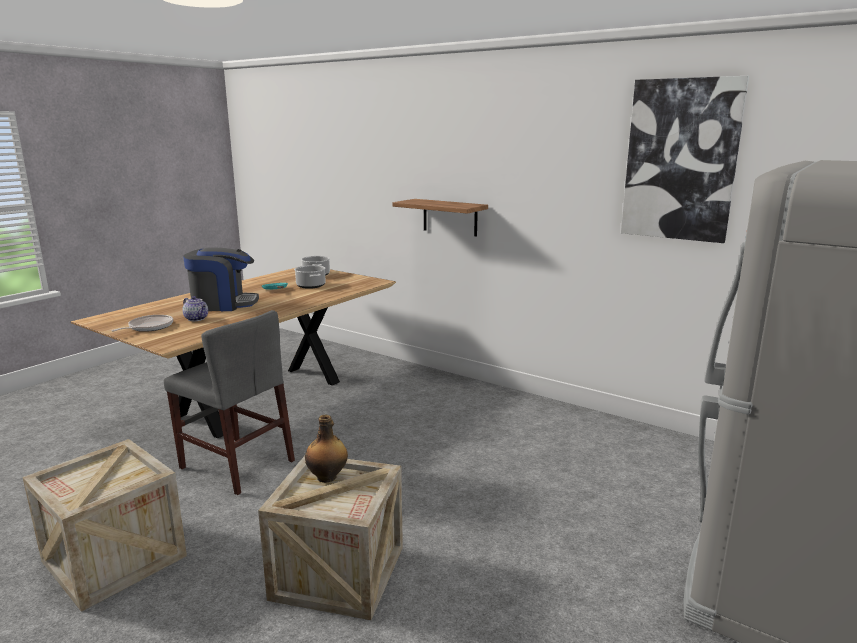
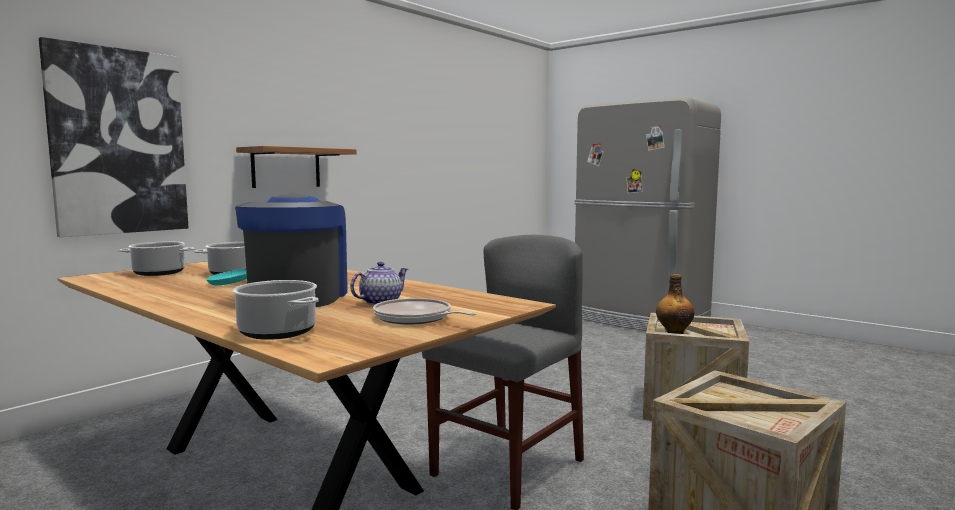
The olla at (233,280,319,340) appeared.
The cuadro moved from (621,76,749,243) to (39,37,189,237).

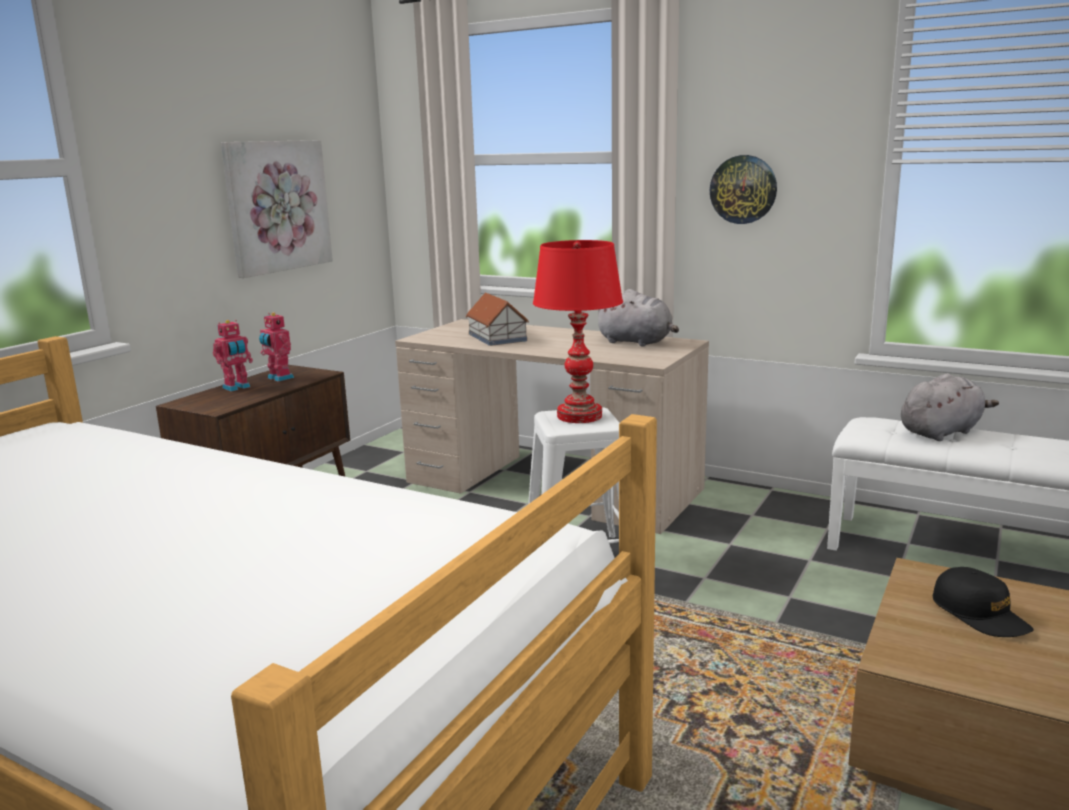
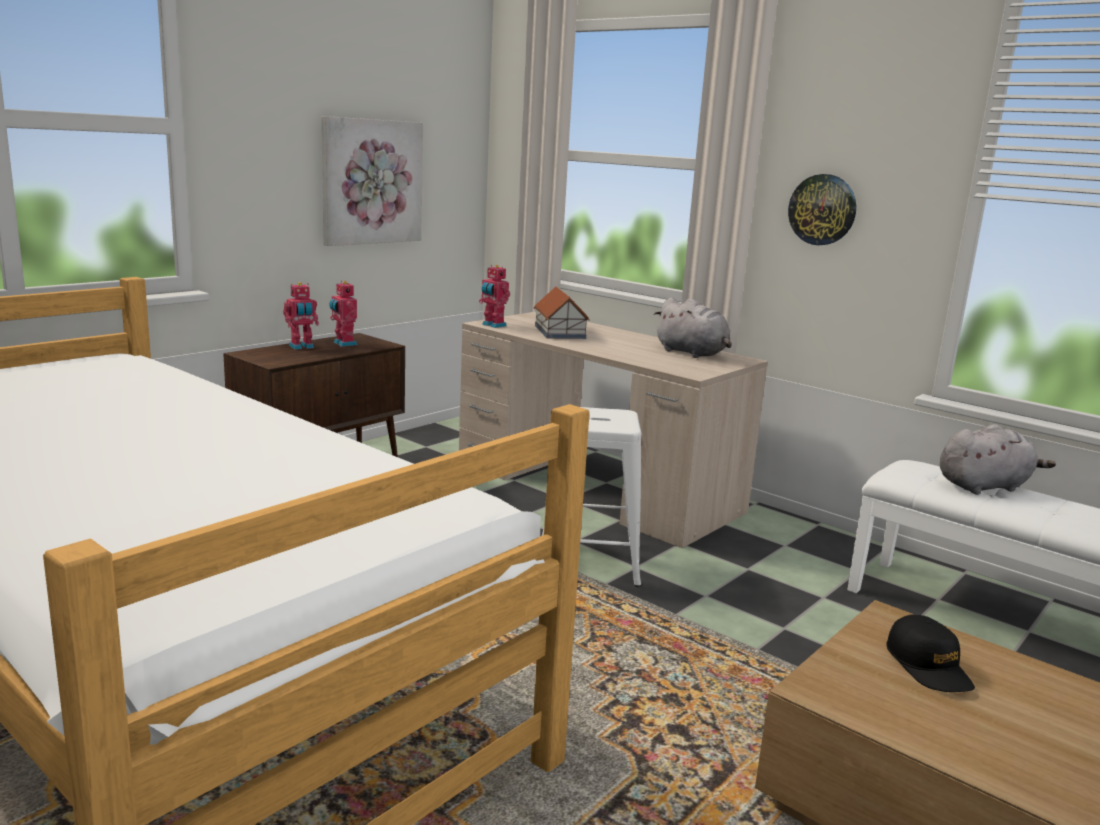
The lámpara de mesa [rojo] at (533,240,623,423) disappeared.
The robot de juguete at (479,265,510,328) appeared.

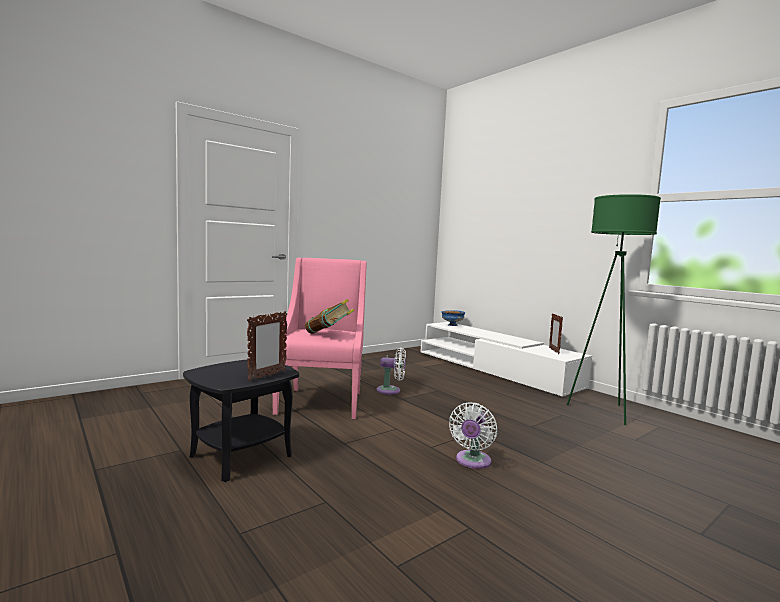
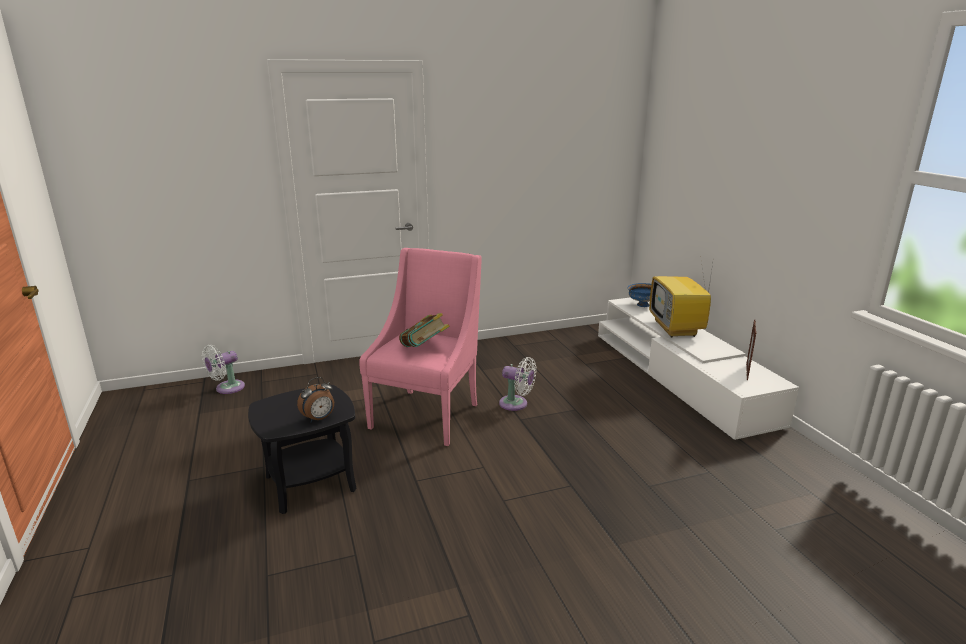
The lámpara de pie [verde] at (567,194,661,425) disappeared.
The televisor at (649,257,714,338) appeared.
The ventilador [blanco] moved from (449,402,497,469) to (202,345,245,394).
The portarretratos at (247,311,287,381) was replaced by the despertador at (297,377,334,423).

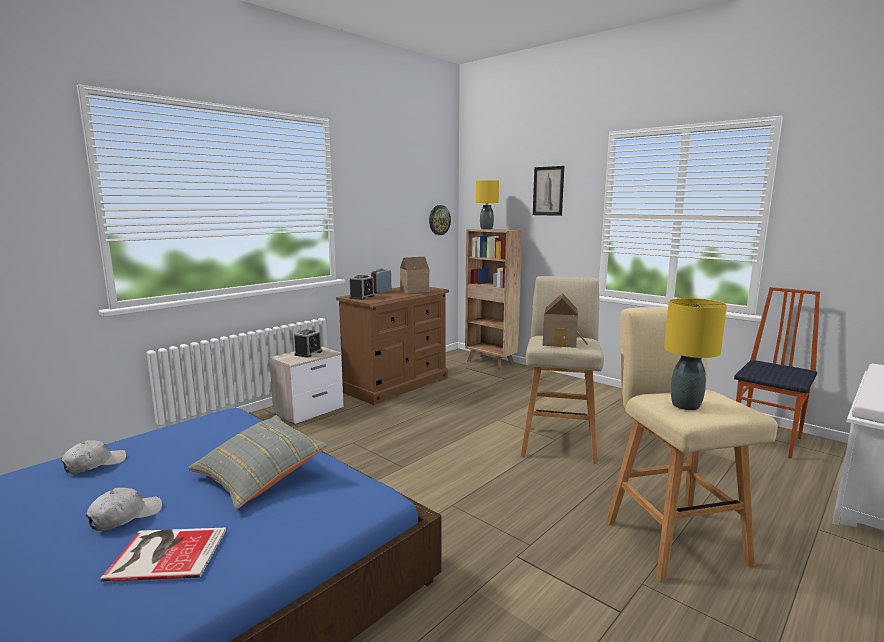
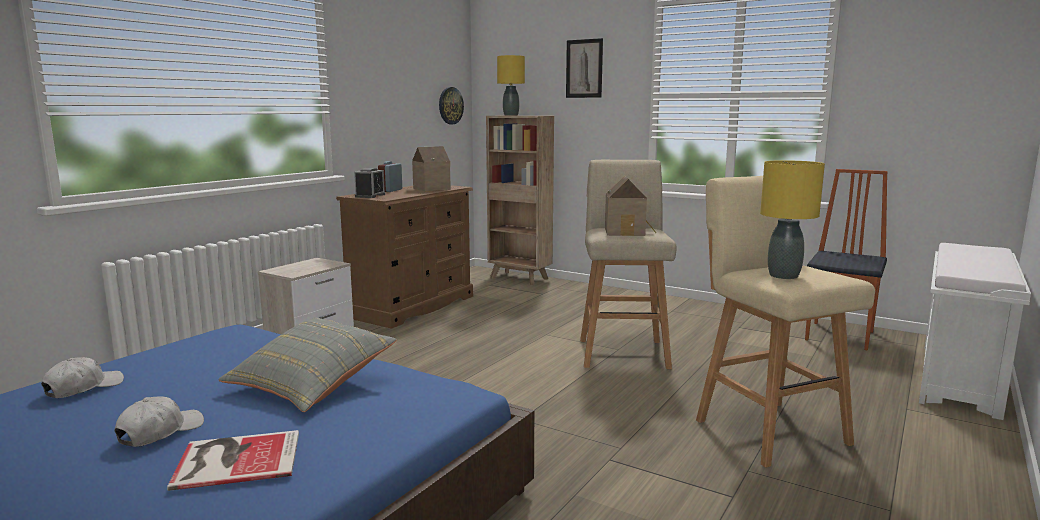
The despertador at (294,330,322,358) disappeared.

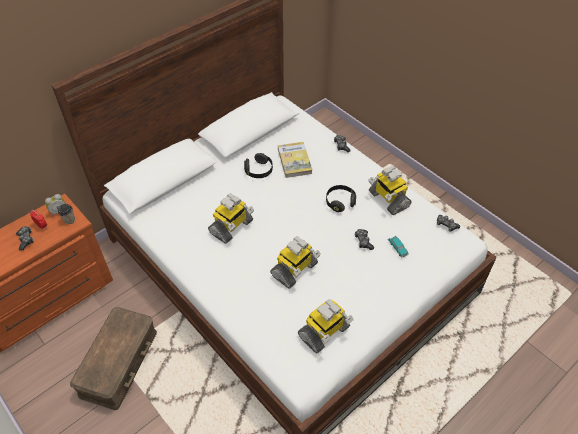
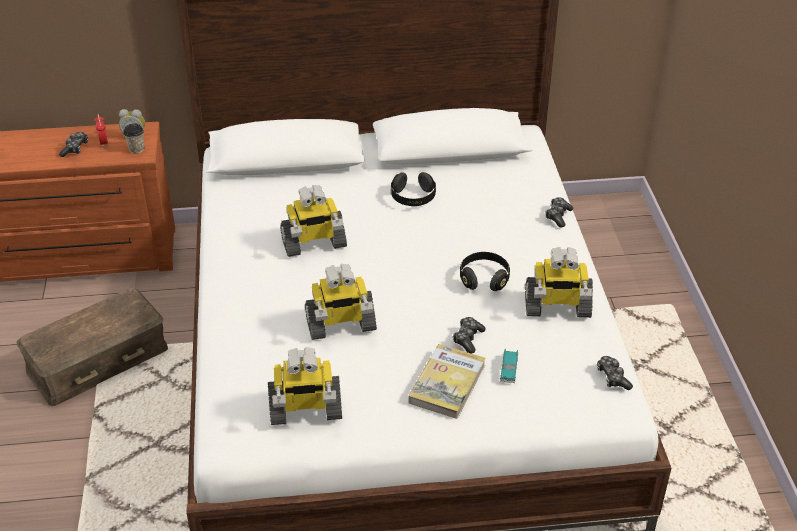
The libro moved from (278,142,312,178) to (409,344,486,419).
The robot de juguete at (369,165,412,215) turned 90 degrees counterclockwise.

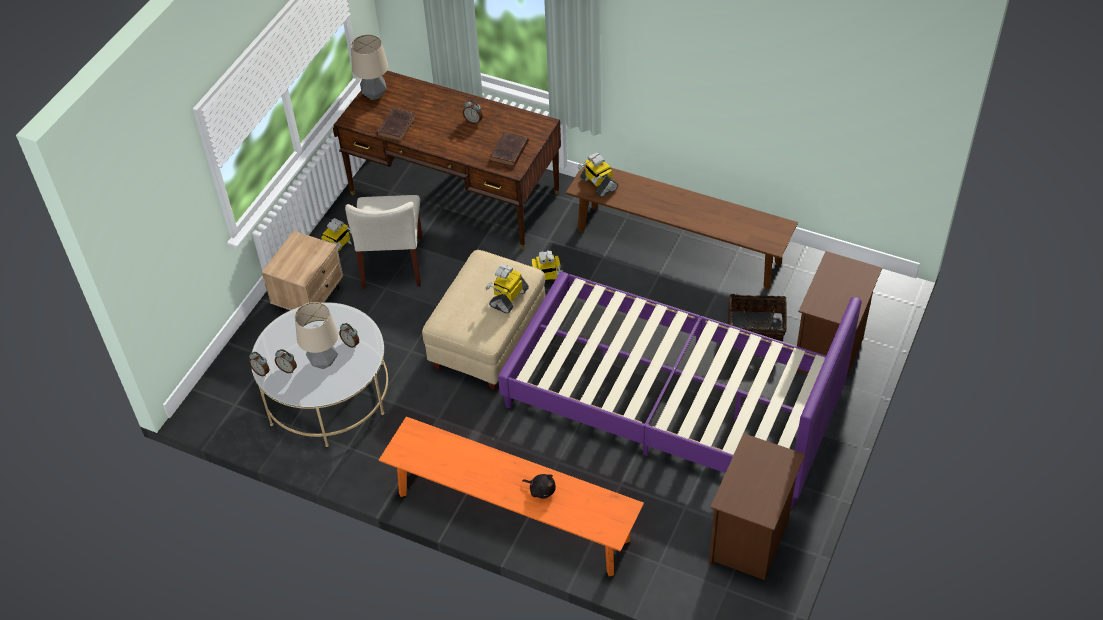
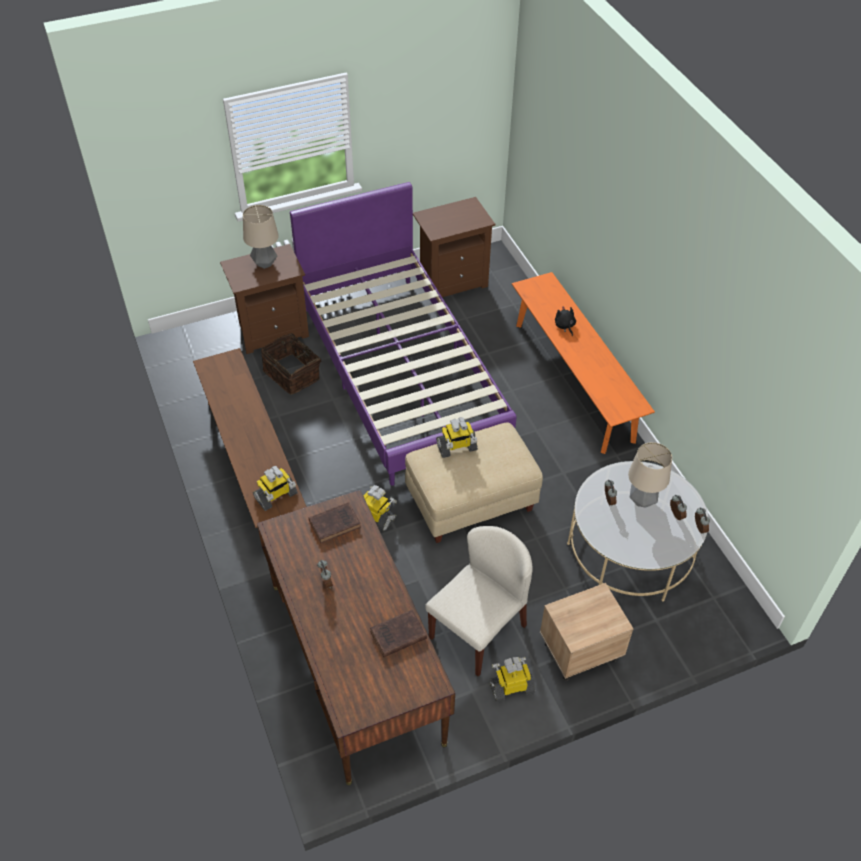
The lámpara de mesa moved from (351,34,388,100) to (243,205,279,269).
The robot de juguete at (578,152,618,197) turned 45 degrees clockwise.

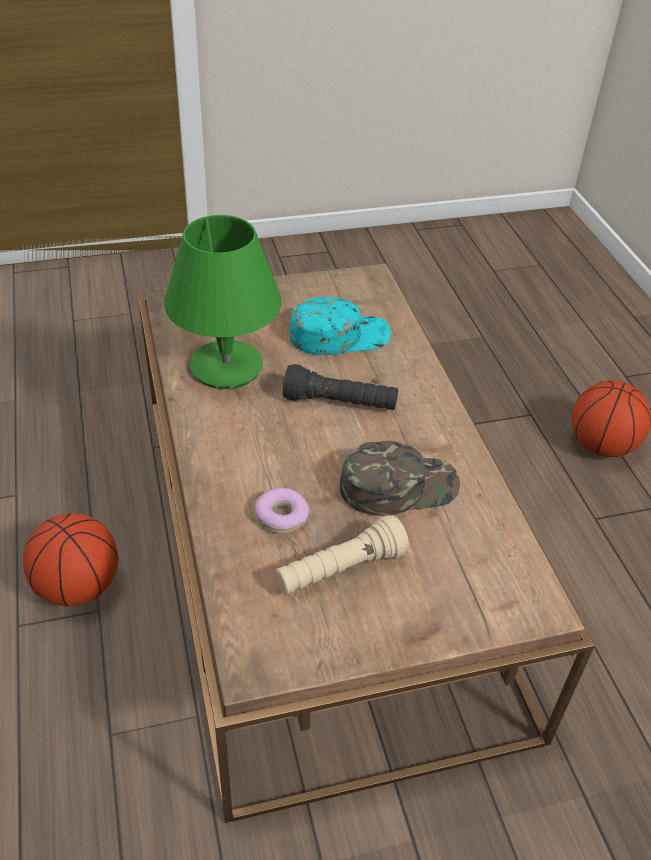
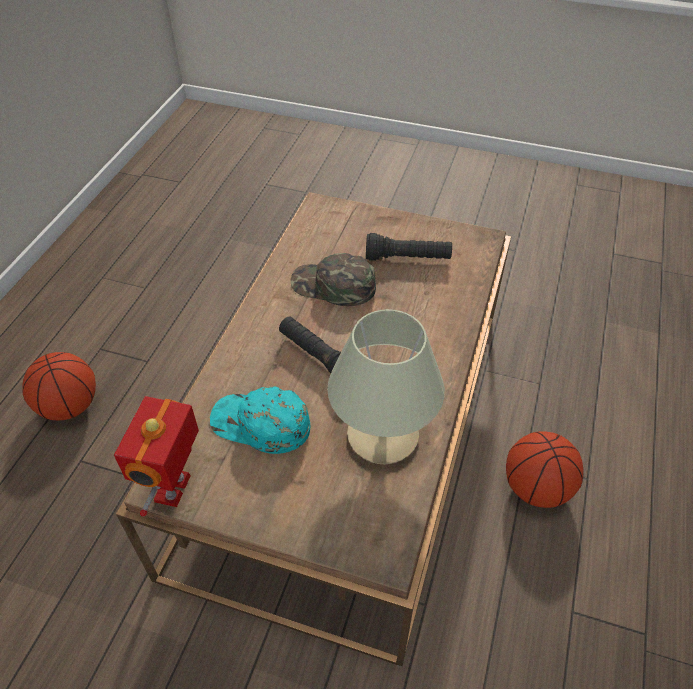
The rosquilla at (255,488,309,534) disappeared.
The robot de juguete at (114,396,199,517) appeared.
The lámpara de mesa [verde] at (164,215,282,389) became the lámpara de mesa [beis] at (327,309,445,464).
The linterna [beis] at (275,515,409,595) became the linterna [negro] at (366,233,452,261).

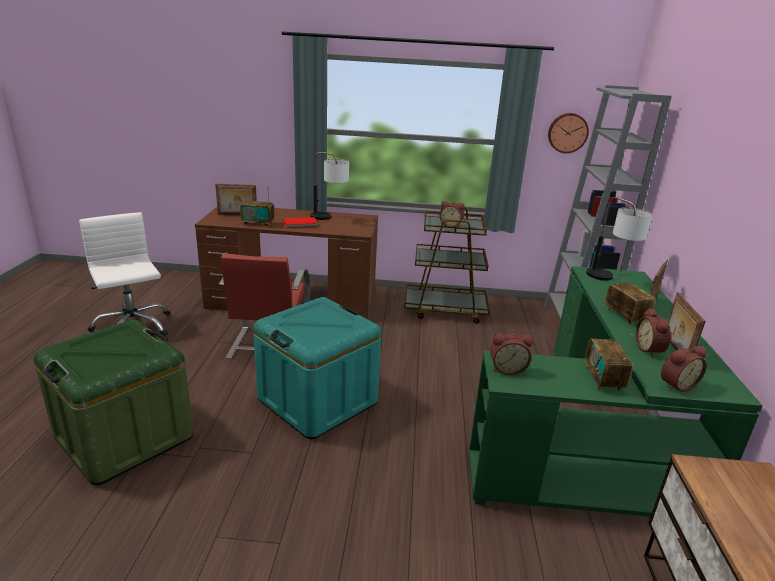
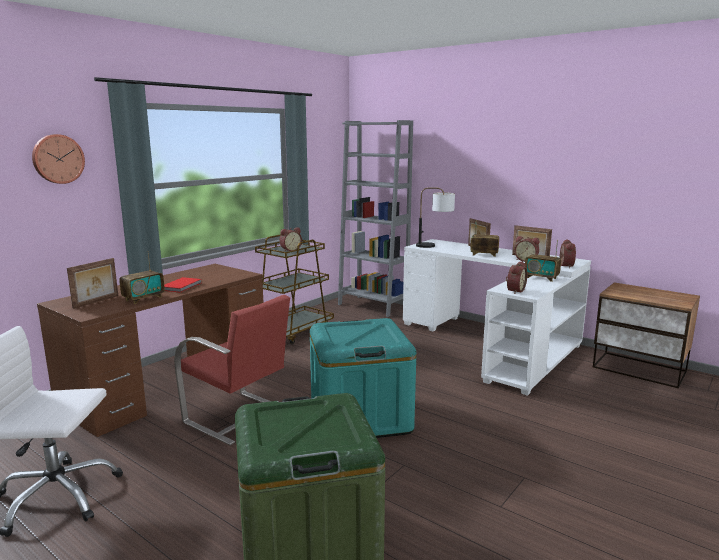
The lámpara de mesa at (310,152,349,220) disappeared.
The reloj de pared moved from (548,113,589,153) to (32,134,85,184).
The escritorio [verde] at (469,266,763,517) became the escritorio [blanco] at (403,239,591,396).

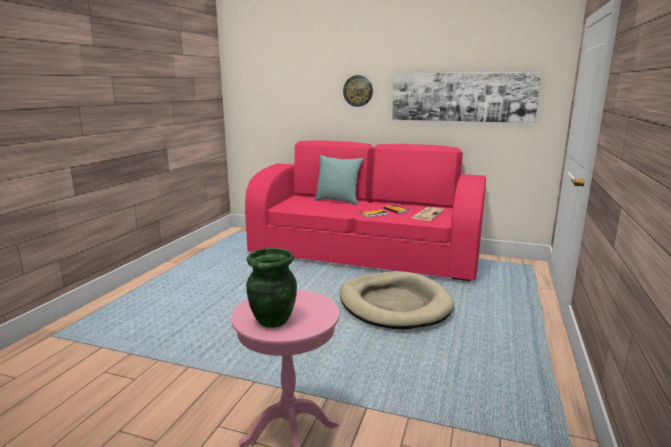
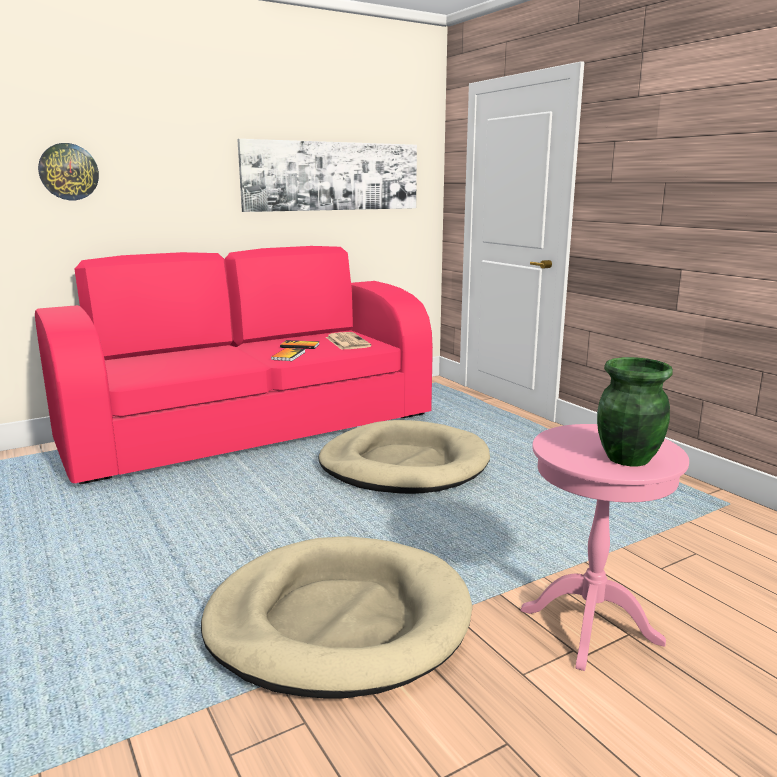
The cojín [turquesa] at (315,155,363,205) disappeared.
The cama para perro [beis] at (201,536,473,699) appeared.
The reloj de pared moved from (343,75,373,107) to (38,143,99,200).

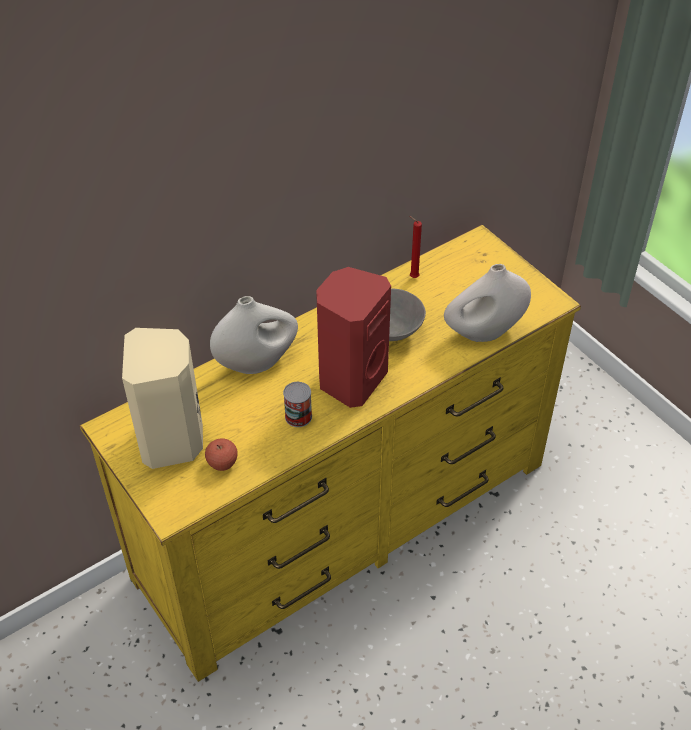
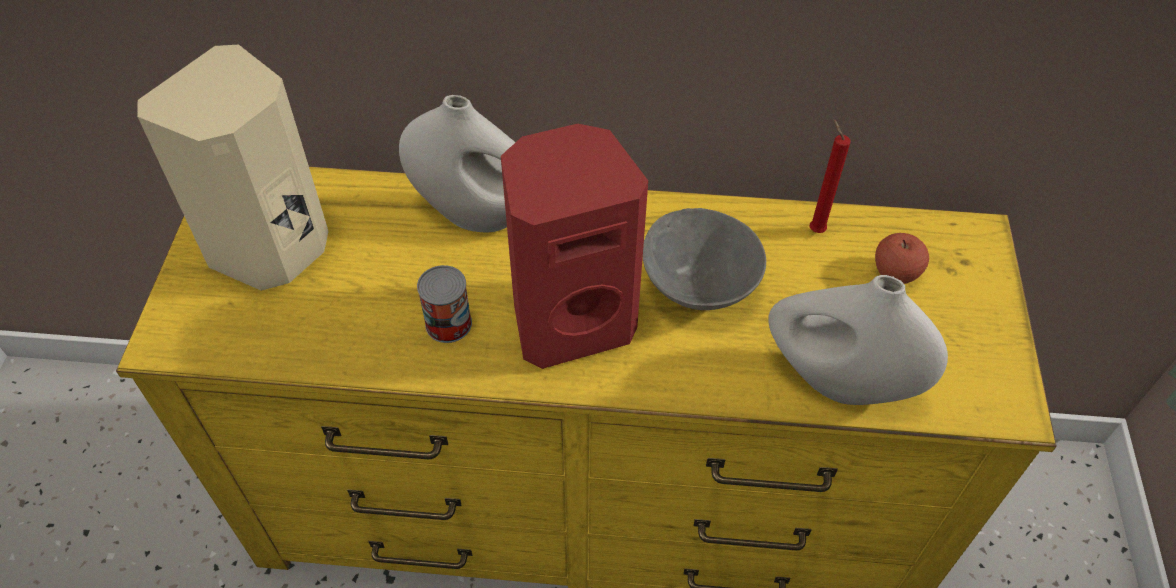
The manzana moved from (205,439,238,471) to (875,233,929,284).

